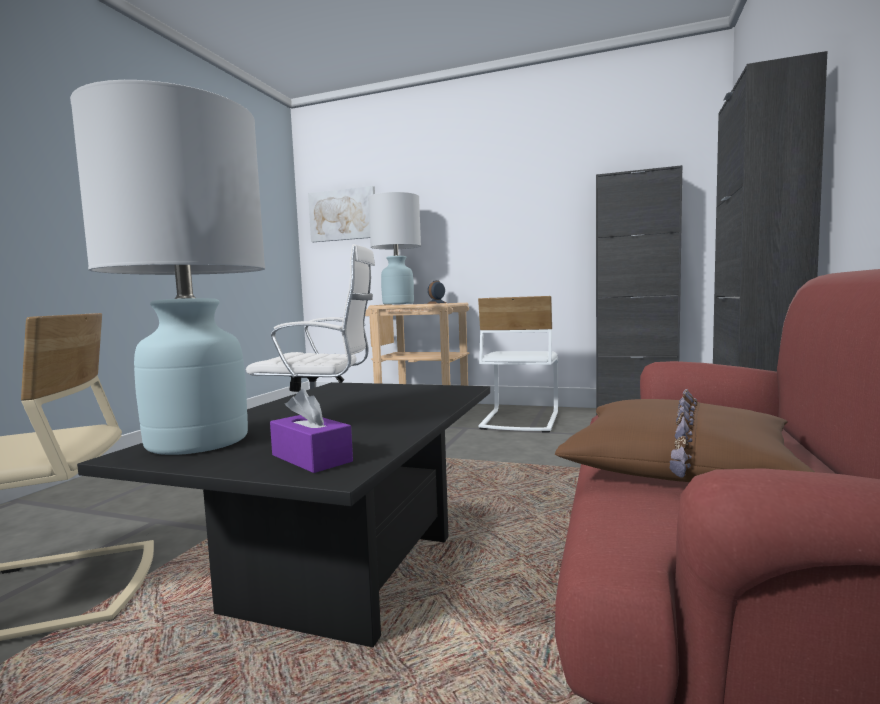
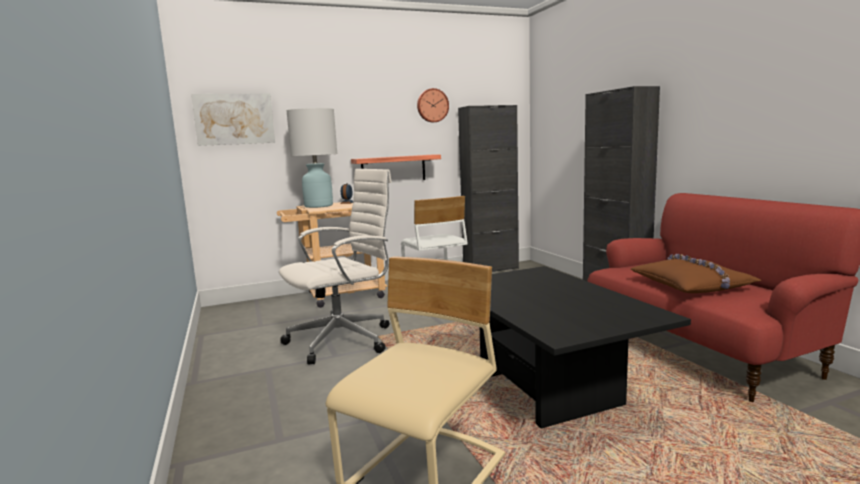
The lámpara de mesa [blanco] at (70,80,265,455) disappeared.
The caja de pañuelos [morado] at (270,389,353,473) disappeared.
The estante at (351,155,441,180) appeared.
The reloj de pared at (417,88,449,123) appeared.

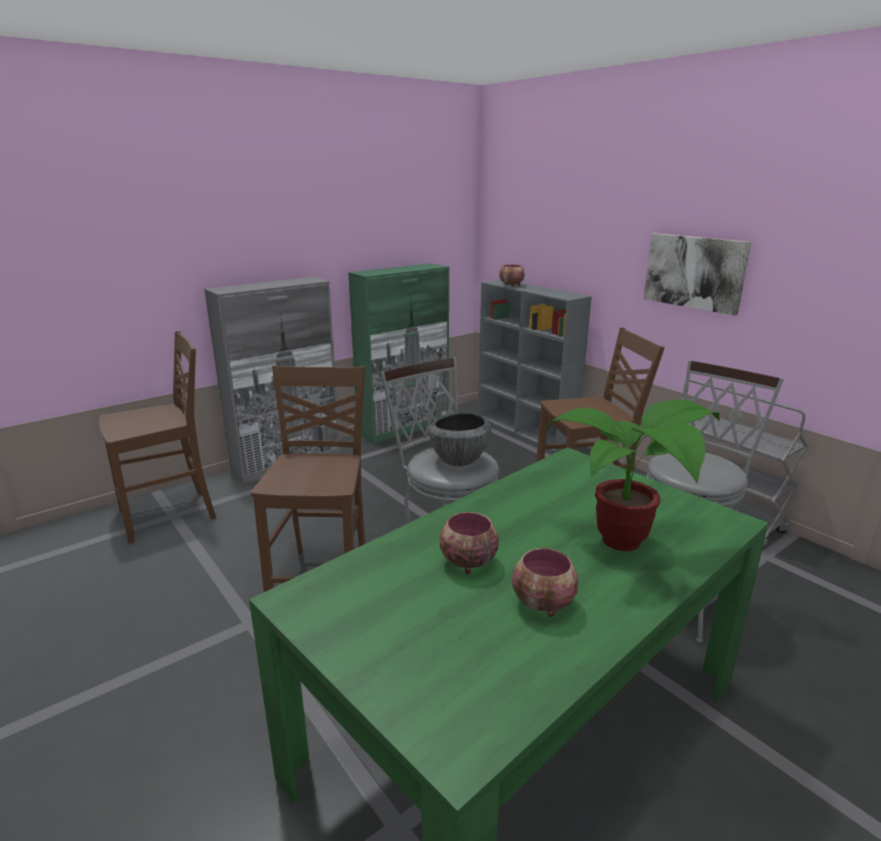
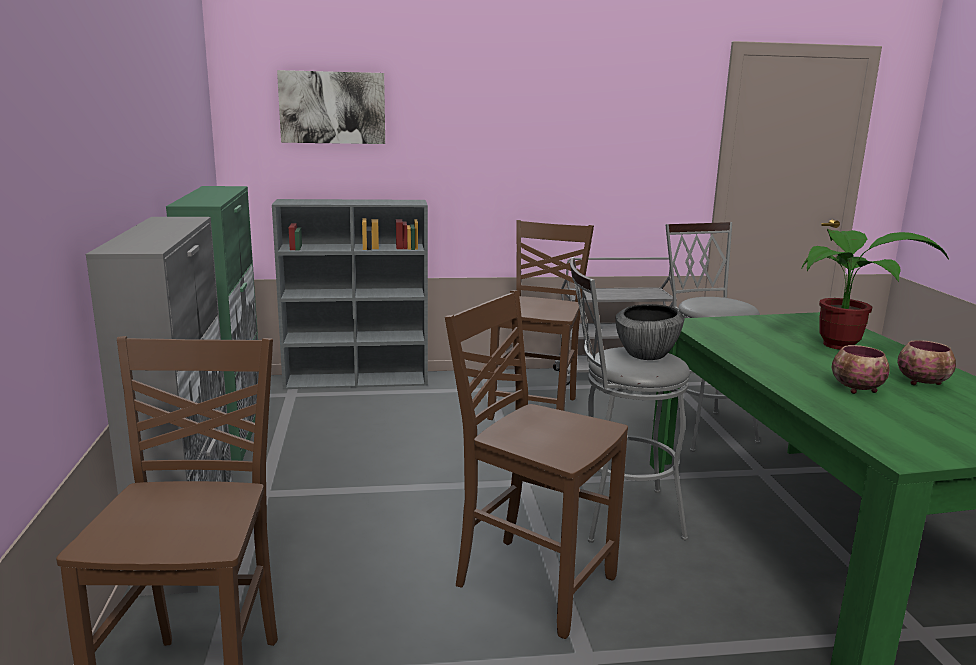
The cuenco at (499,264,525,287) disappeared.
The cuadro moved from (644,233,751,316) to (277,70,385,144).

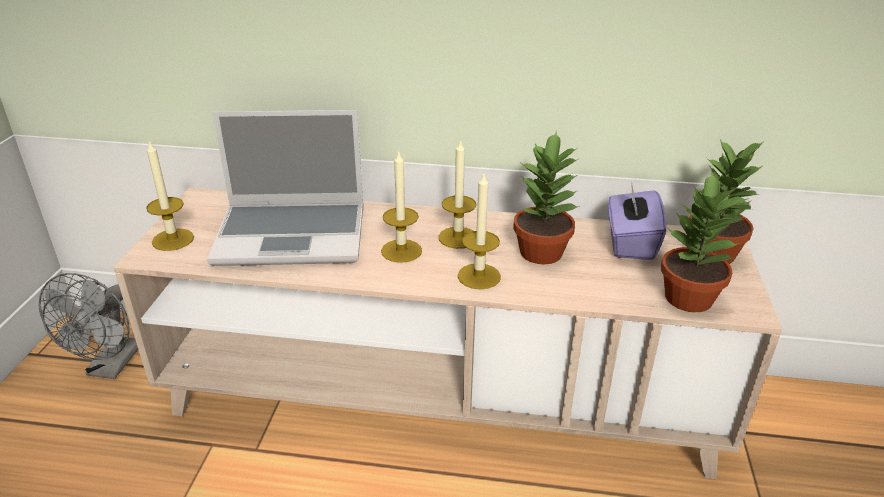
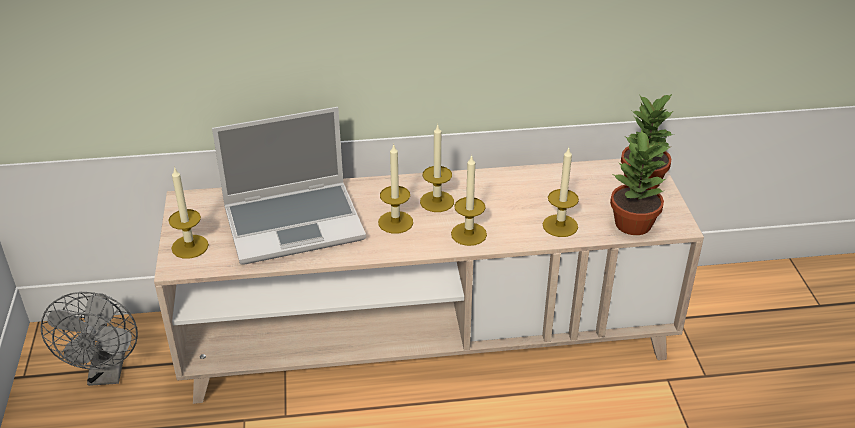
The planta en maceta at (513,131,580,264) disappeared.
The caja de pañuelos [morado] at (608,181,666,260) disappeared.
The vela at (543,148,579,237) appeared.

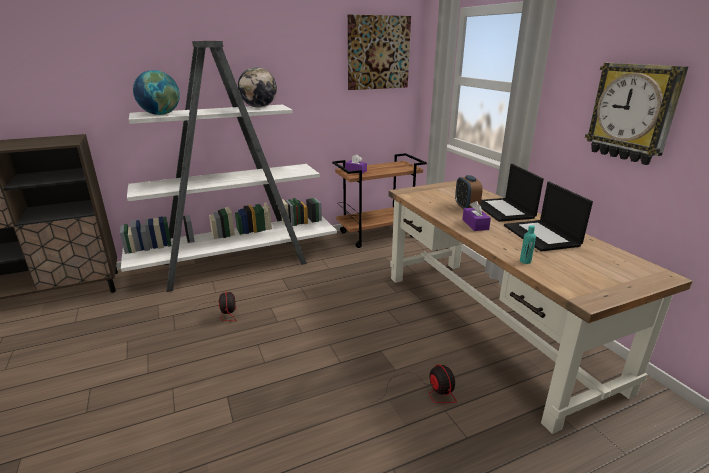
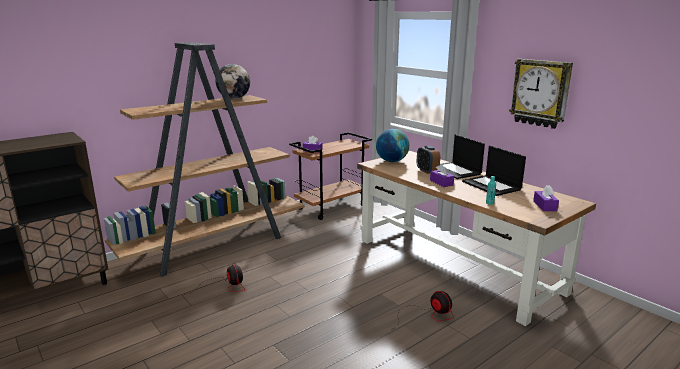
The cuadro at (348,15,411,90) disappeared.
The caja de pañuelos [morado] at (533,185,559,211) appeared.
The globo terráqueo moved from (133,70,180,115) to (376,129,409,162).
The estantería [blanco] at (120,41,337,292) became the estantería [marrón] at (104,42,305,277).

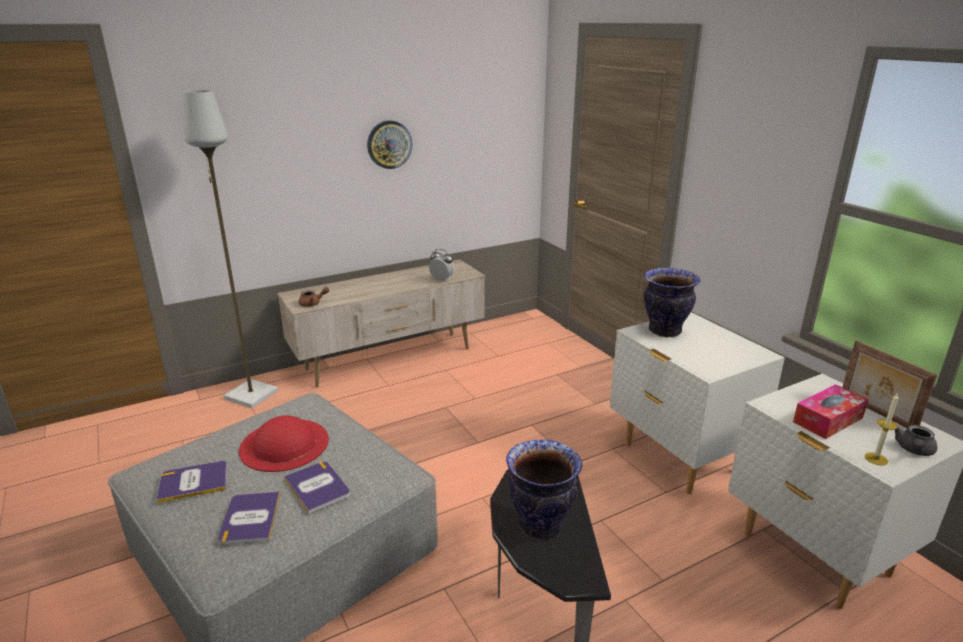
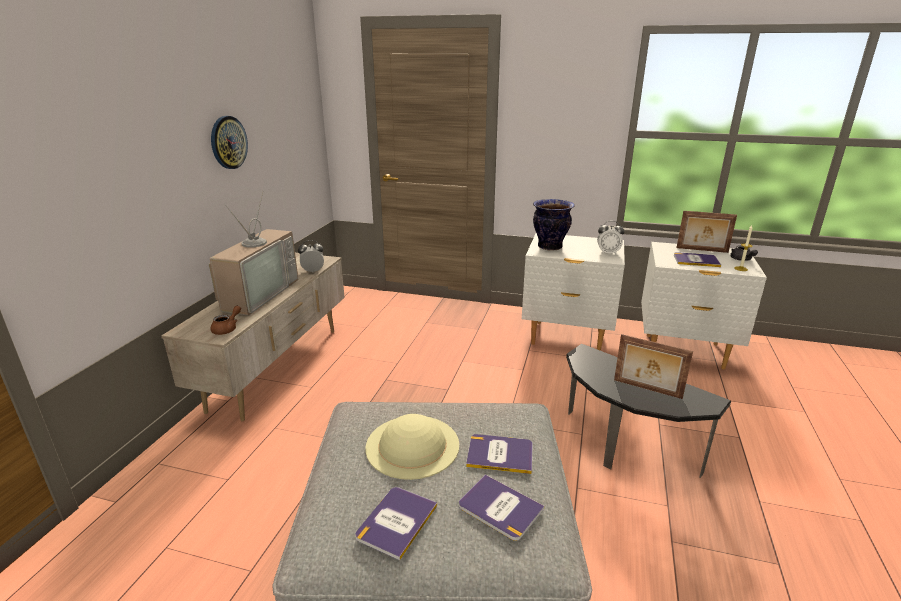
The lámpara de pie [gris] at (183,90,278,408) disappeared.
The televisor at (209,190,298,316) appeared.
The despertador at (597,221,624,255) appeared.
The florero at (506,440,582,540) was replaced by the portarretratos at (614,334,693,399).
The caja de pañuelos at (793,384,868,439) was replaced by the libro at (674,252,721,267).
The sombrero [rojo] at (239,415,329,472) became the sombrero [beis] at (365,414,459,480).

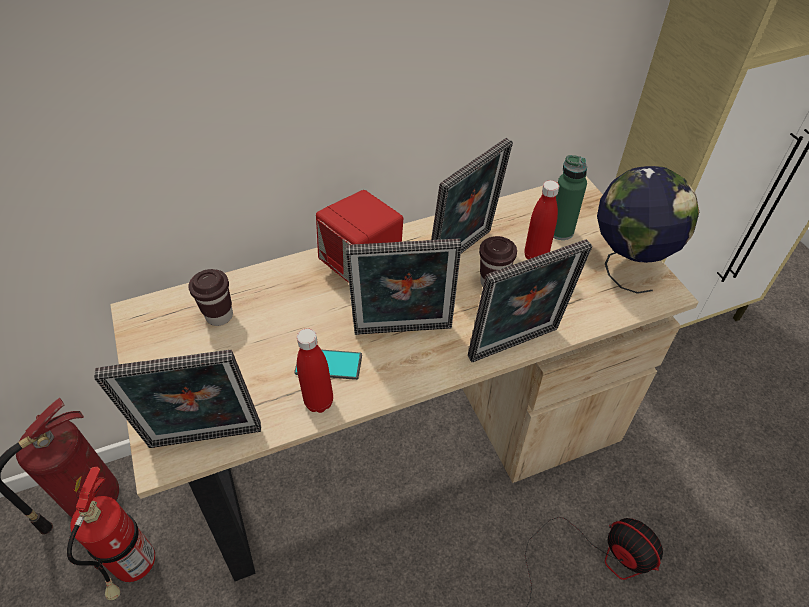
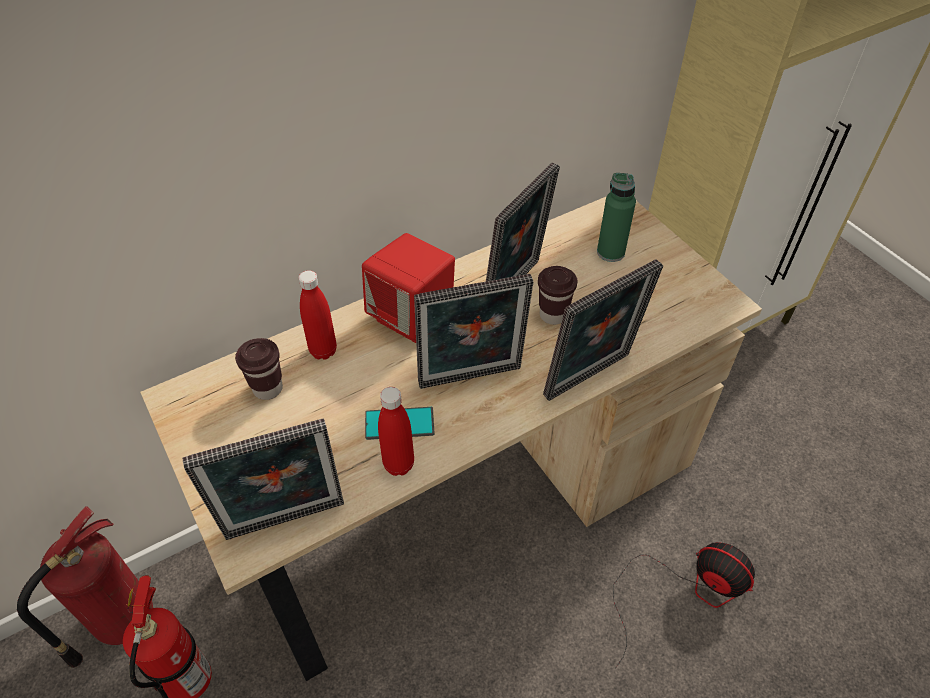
The globo terráqueo at (597,166,699,294) disappeared.
The botella [rojo] moved from (524,180,559,259) to (299,270,337,360).

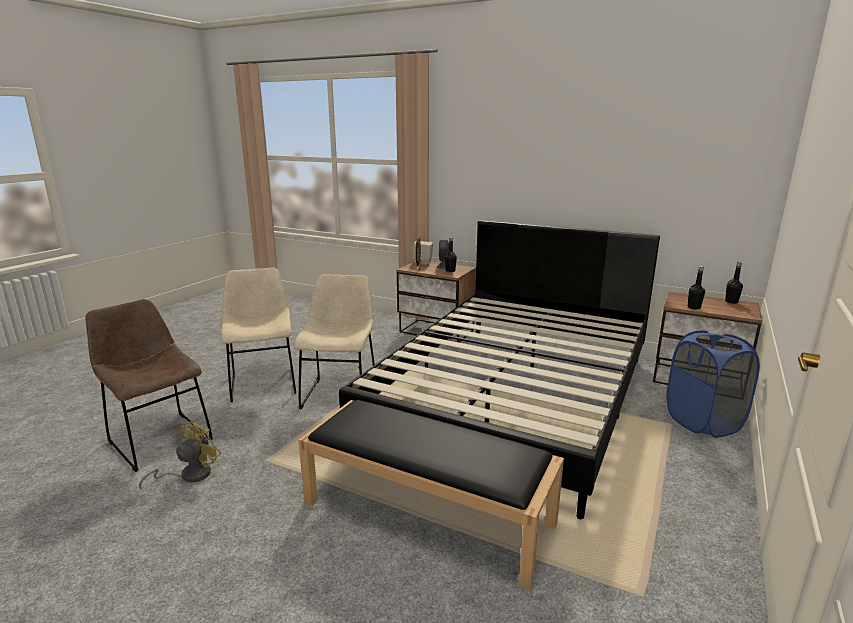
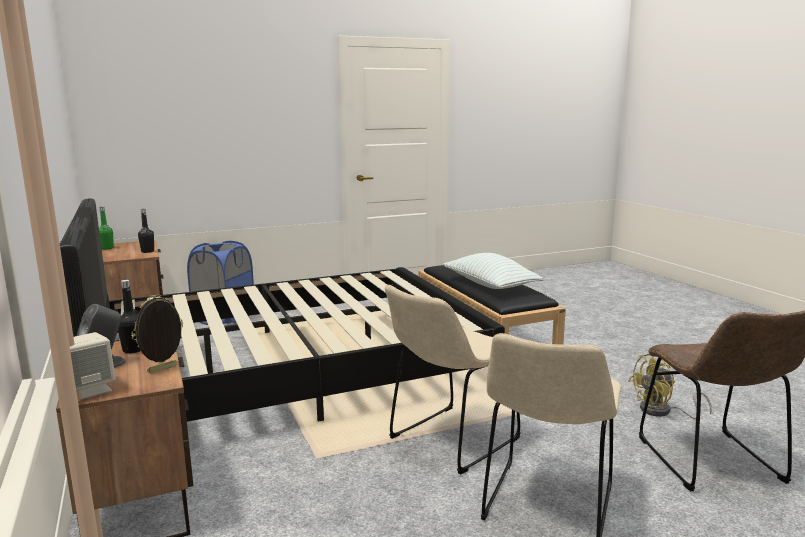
The cojín at (443,253,544,289) appeared.
The botella [negro] at (725,262,743,304) became the botella [verde] at (99,207,114,250).

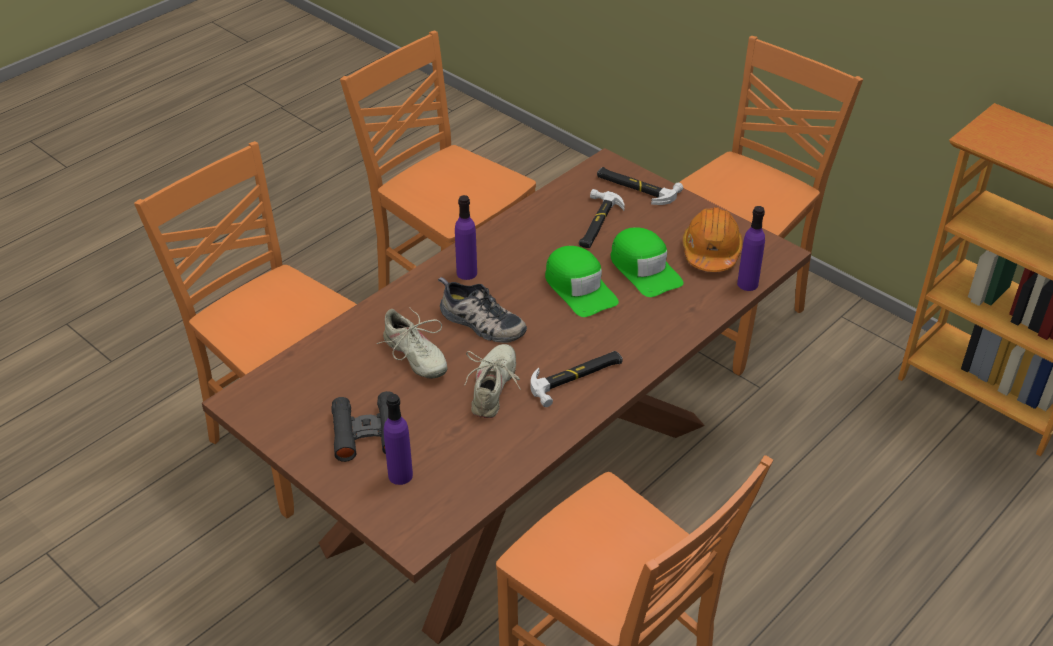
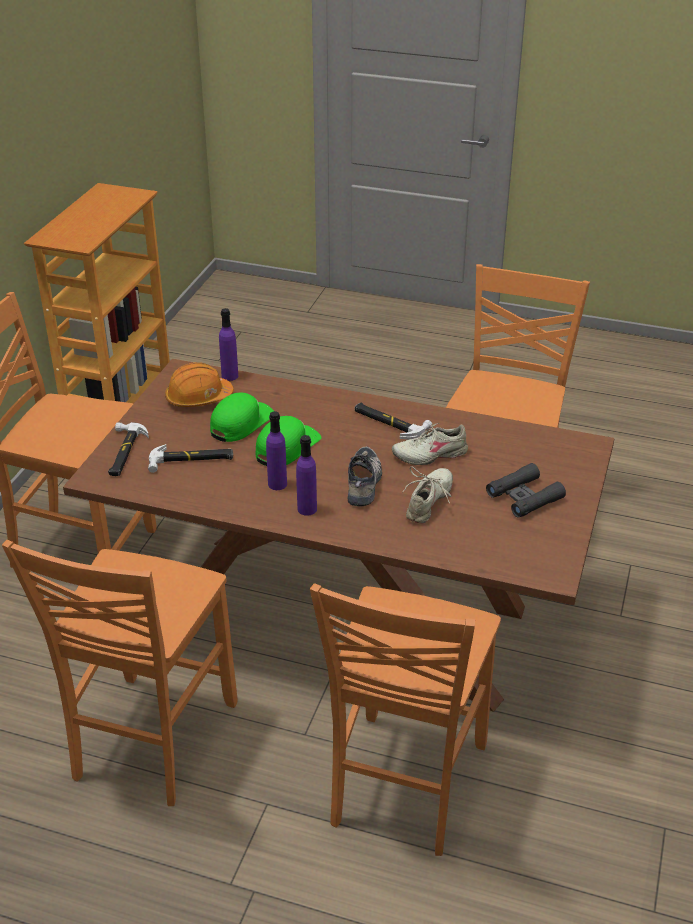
The botella [morado] moved from (384,394,413,485) to (266,411,287,490).

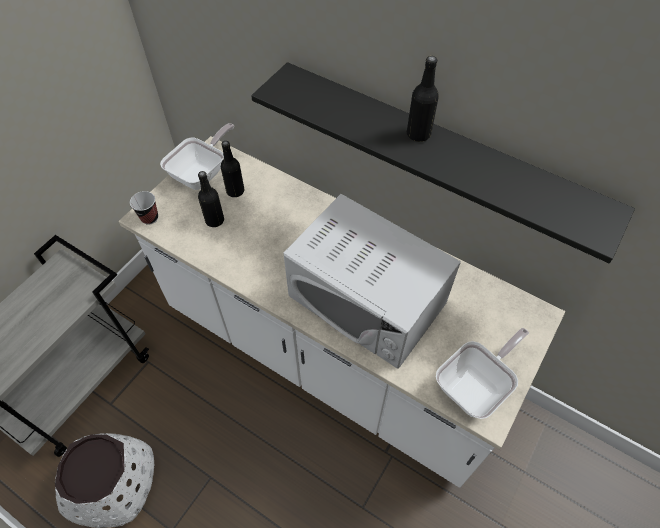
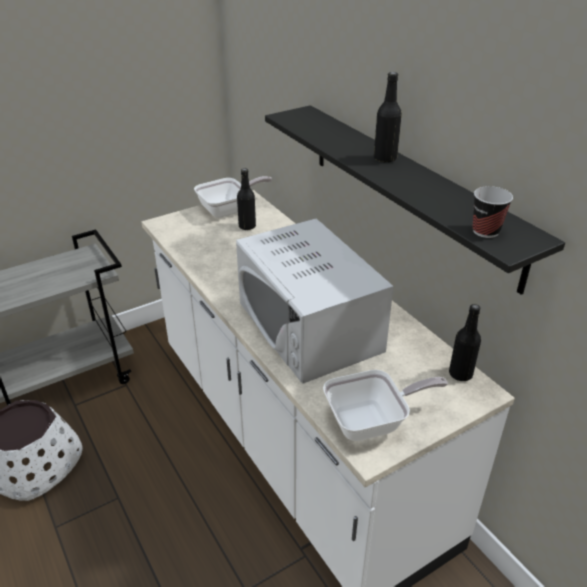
The taza moved from (130,191,158,225) to (472,186,513,238).
The botella [negro] moved from (198,171,224,227) to (449,304,481,381).

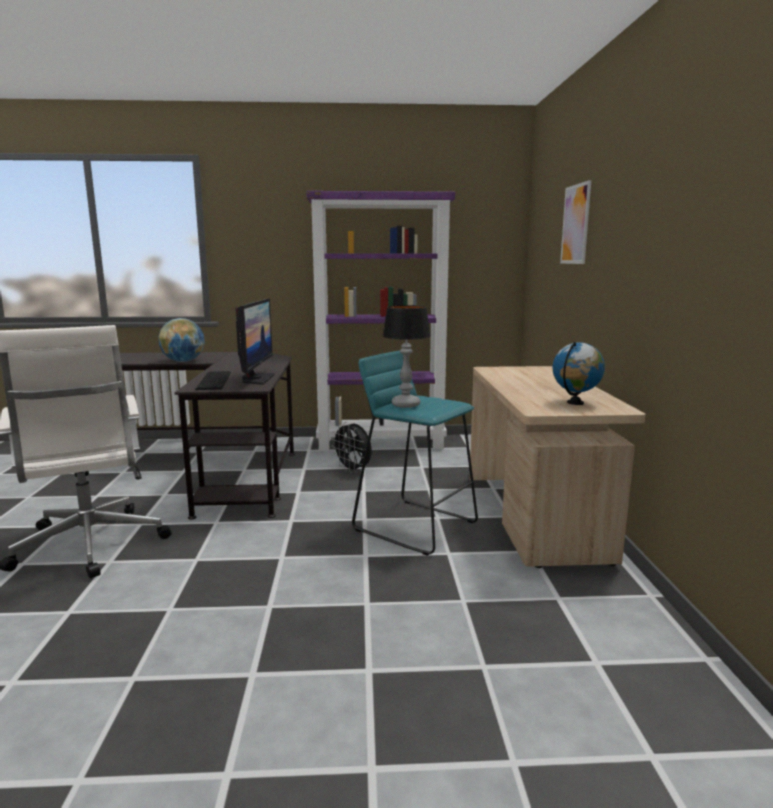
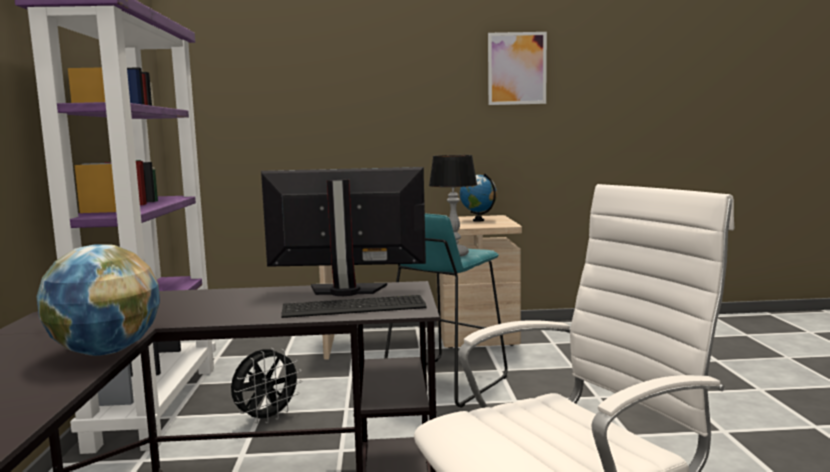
The cuadro moved from (560,180,591,264) to (488,32,547,105).

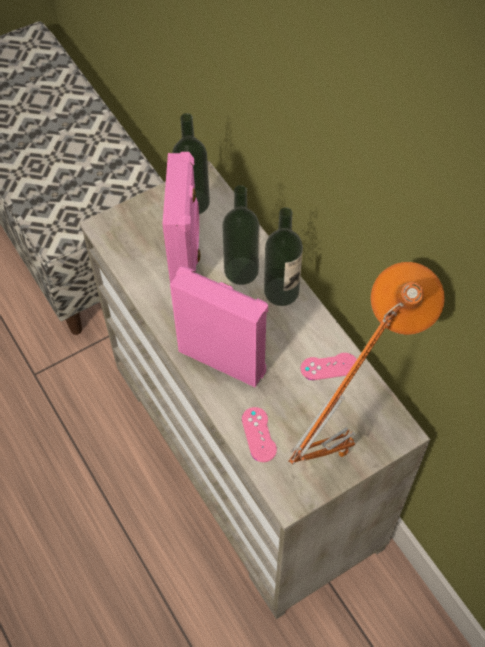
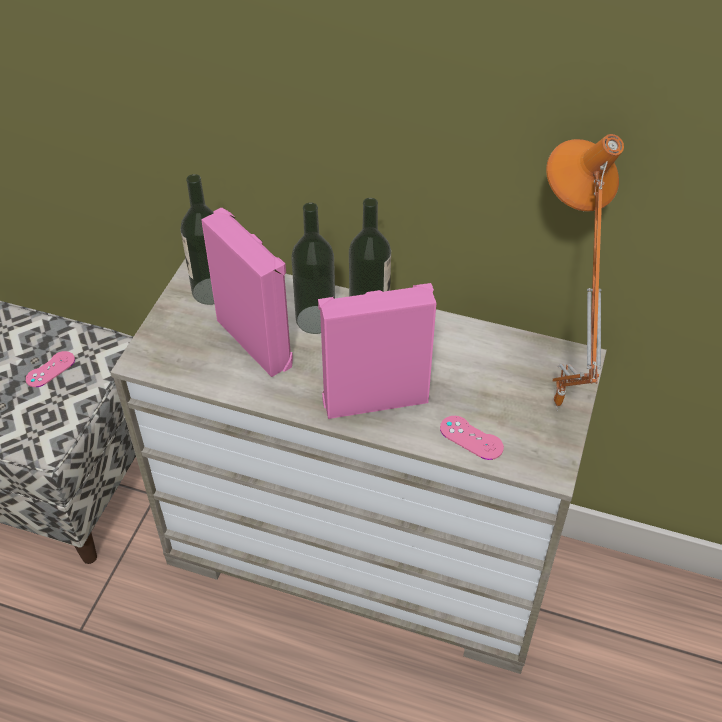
The mando de consola [rosa] moved from (301,353,357,380) to (26,351,75,387).

